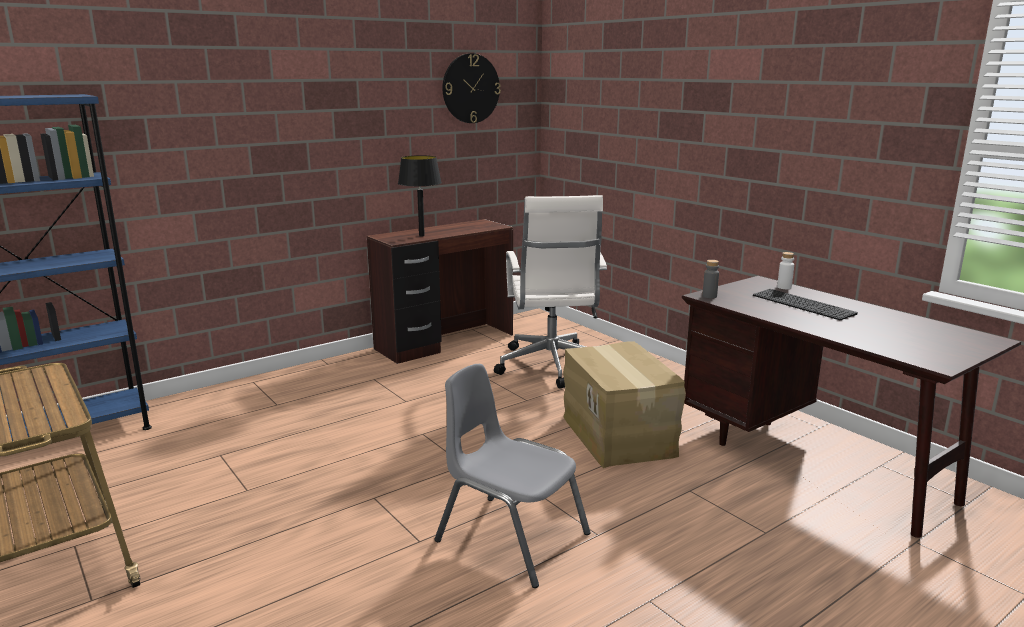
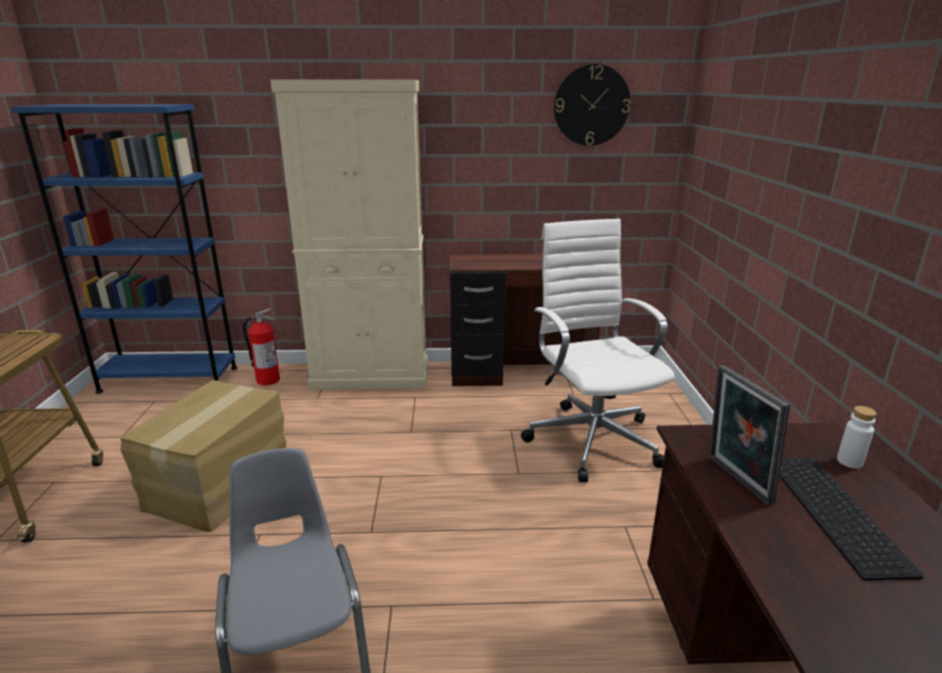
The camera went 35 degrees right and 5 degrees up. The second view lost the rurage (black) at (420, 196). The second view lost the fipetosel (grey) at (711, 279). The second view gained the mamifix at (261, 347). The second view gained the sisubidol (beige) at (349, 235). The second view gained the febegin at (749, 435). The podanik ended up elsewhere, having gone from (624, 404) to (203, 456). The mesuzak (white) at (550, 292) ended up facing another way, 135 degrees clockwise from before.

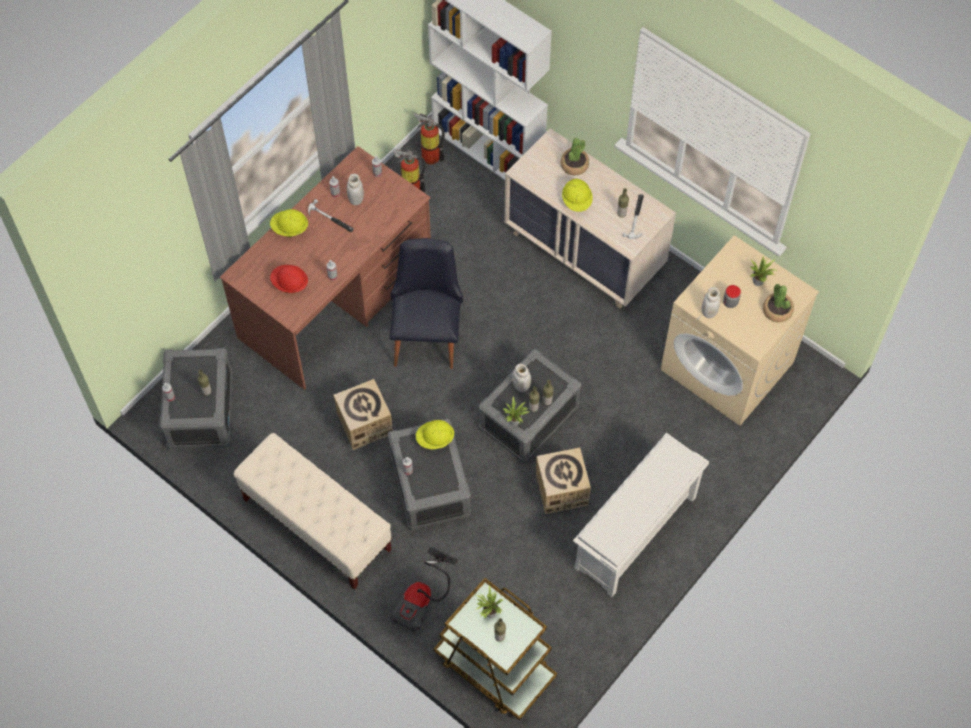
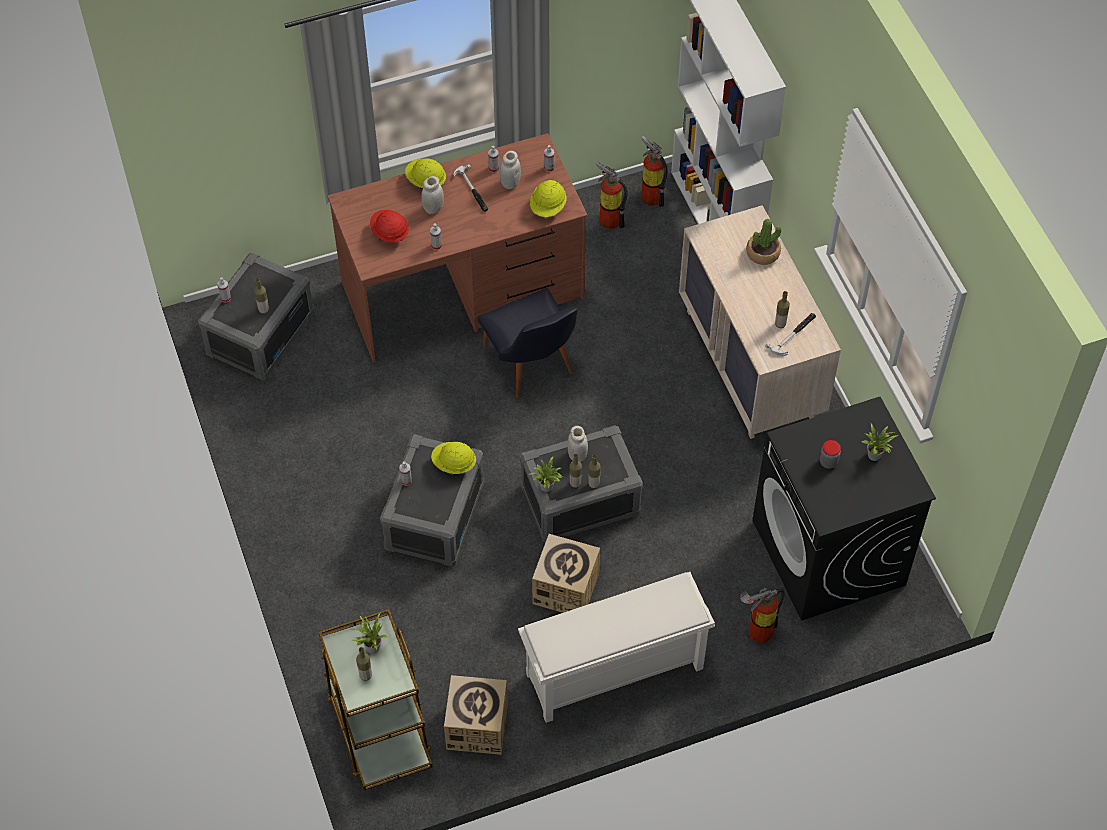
The camera went 30 degrees right and 5 degrees down. The second view lost the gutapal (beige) at (313, 511). The second view lost the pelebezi at (424, 589). The second view lost the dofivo at (778, 303). The second view gained the mamifix at (762, 615). The podanik ended up elsewhere, having gone from (363, 414) to (476, 715). The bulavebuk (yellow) ended up elsewhere, having gone from (577, 195) to (548, 198). The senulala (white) ended up elsewhere, having gone from (711, 302) to (432, 195). What was the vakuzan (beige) at (739, 330) turned into the vakuzan (black) at (844, 509). The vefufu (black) at (426, 303) ended up facing another way, 120 degrees clockwise from before.

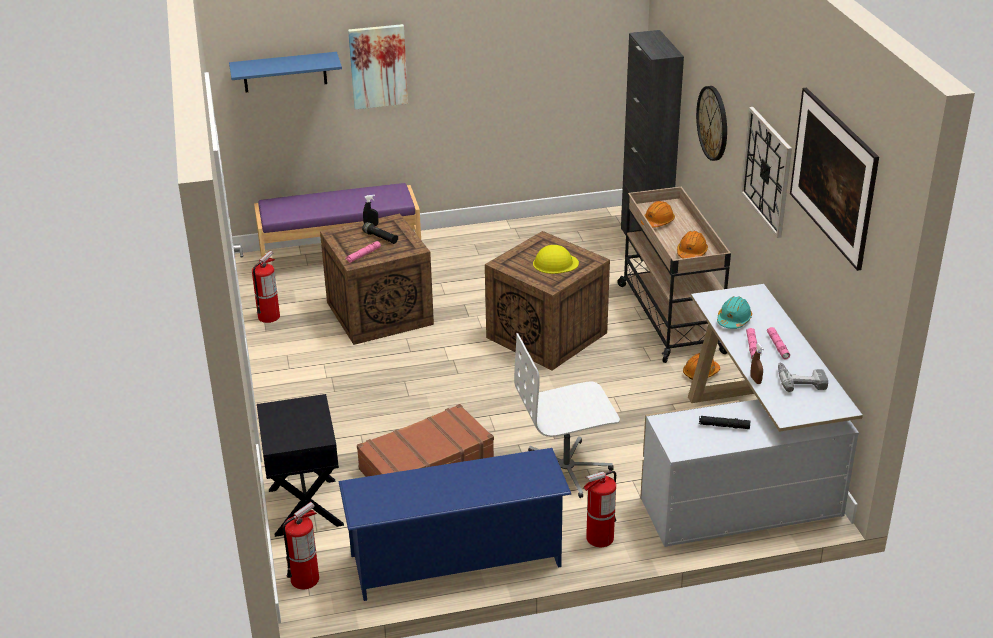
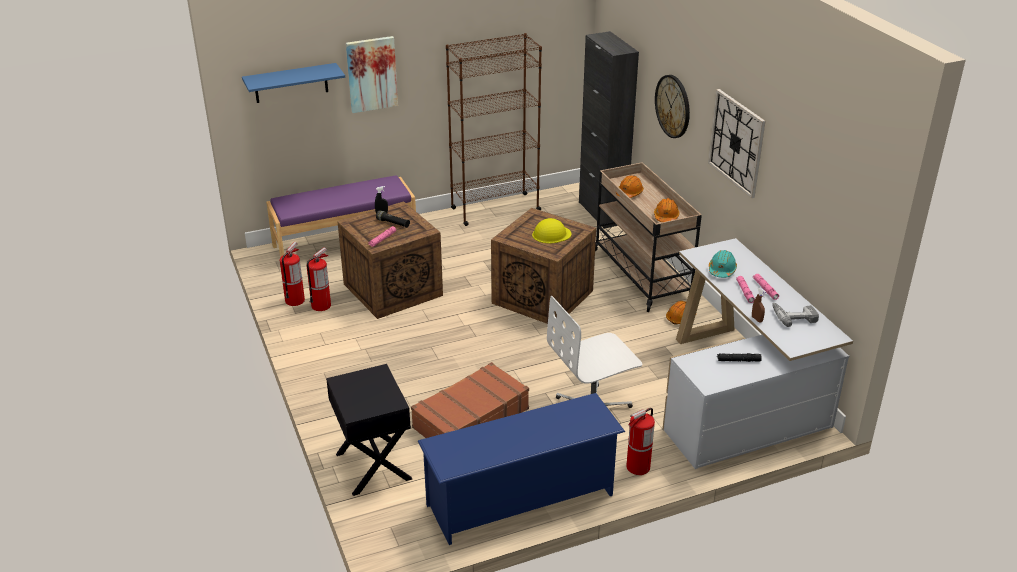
The camera went 10 degrees left and 0 degrees up. The second view lost the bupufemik at (834, 179). The second view gained the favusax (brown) at (494, 129). The mamifix ended up elsewhere, having gone from (301, 545) to (318, 279).

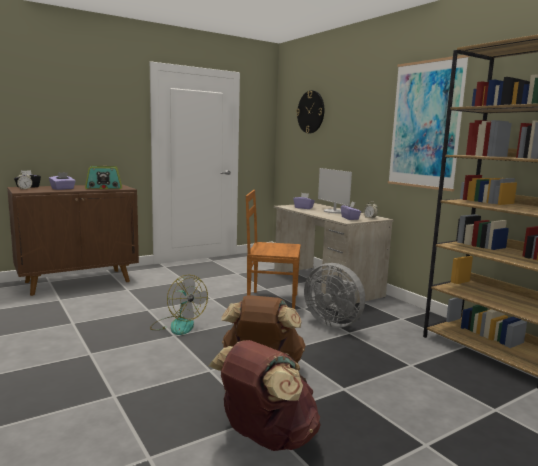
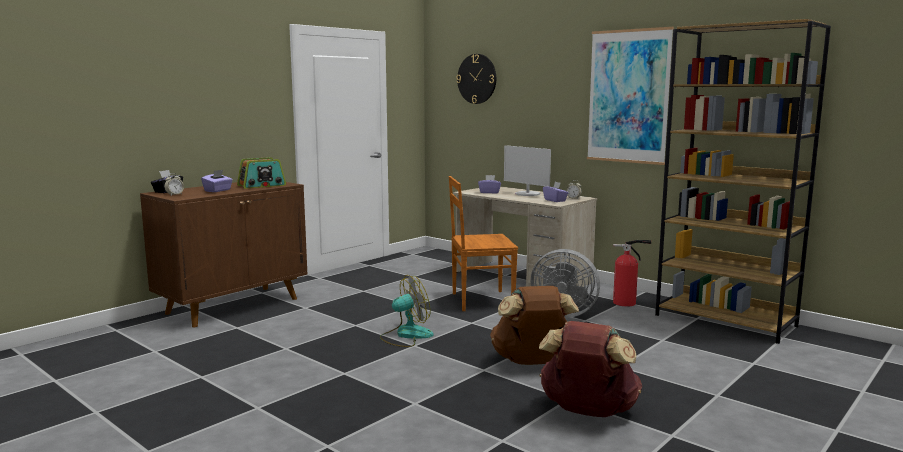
The camera went 15 degrees left and 0 degrees up. The second view gained the mamifix at (632, 273). The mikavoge at (179, 305) ended up facing another way, 60 degrees counterclockwise from before.

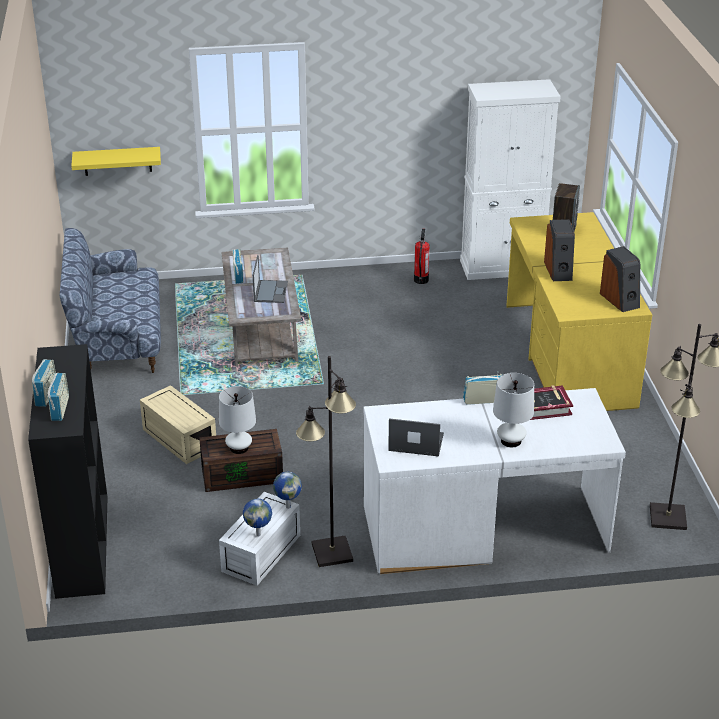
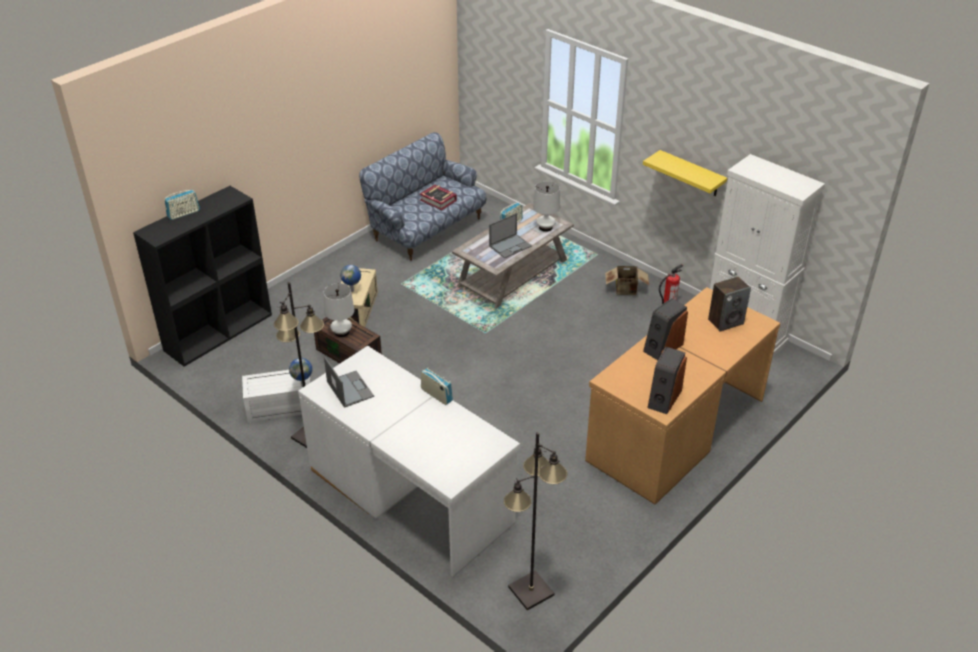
The camera went 50 degrees right and 5 degrees up. The second view lost the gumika at (58, 397). The second view gained the podanik at (627, 280). The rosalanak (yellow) ended up elsewhere, having gone from (116, 161) to (685, 173). The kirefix ended up elsewhere, having gone from (257, 517) to (350, 278). The rurage (white) ended up elsewhere, having gone from (513, 410) to (546, 206). The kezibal ended up elsewhere, having gone from (551, 402) to (438, 197). What was the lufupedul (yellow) at (579, 311) turned into the lufupedul (brown) at (682, 395).

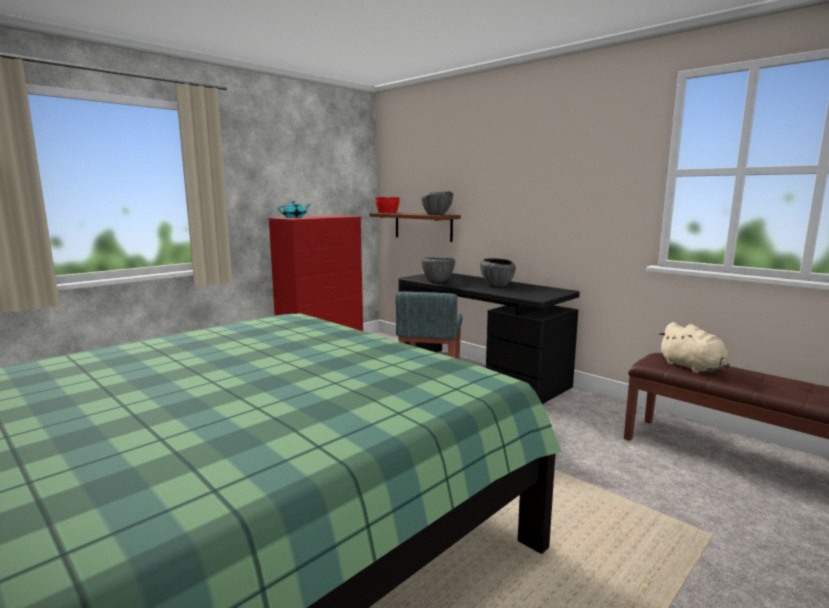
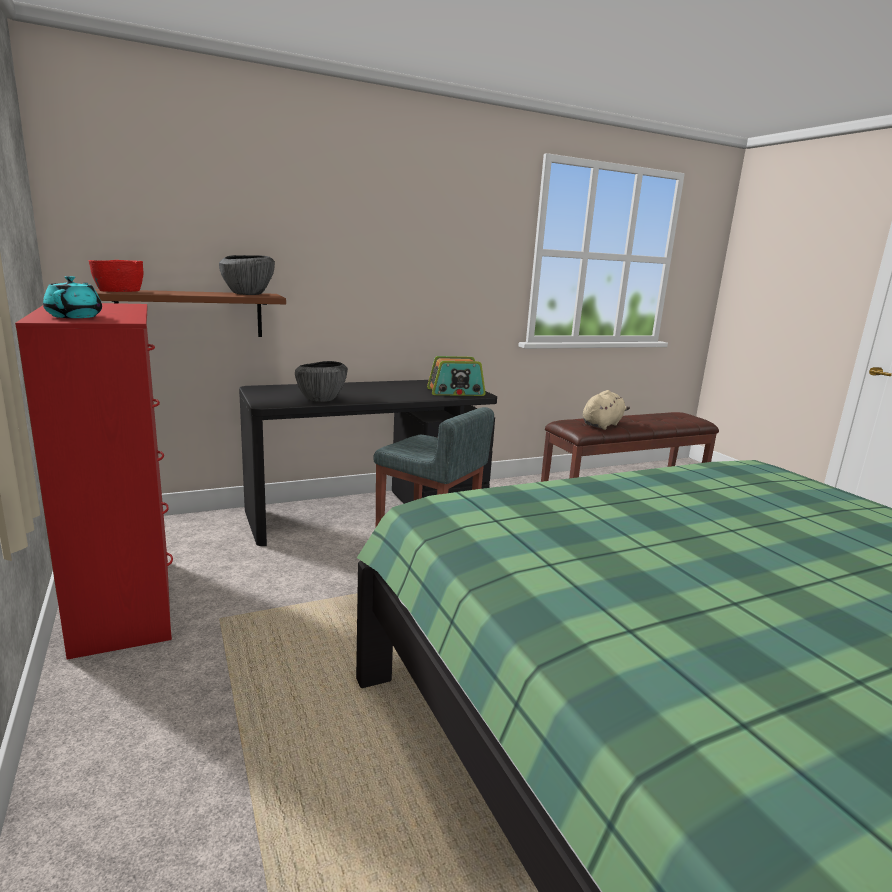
The camera went 70 degrees left and 5 degrees up. The second view lost the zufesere at (498, 272). The second view gained the gumika at (456, 376). The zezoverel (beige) at (694, 347) ended up facing another way, 45 degrees counterclockwise from before.

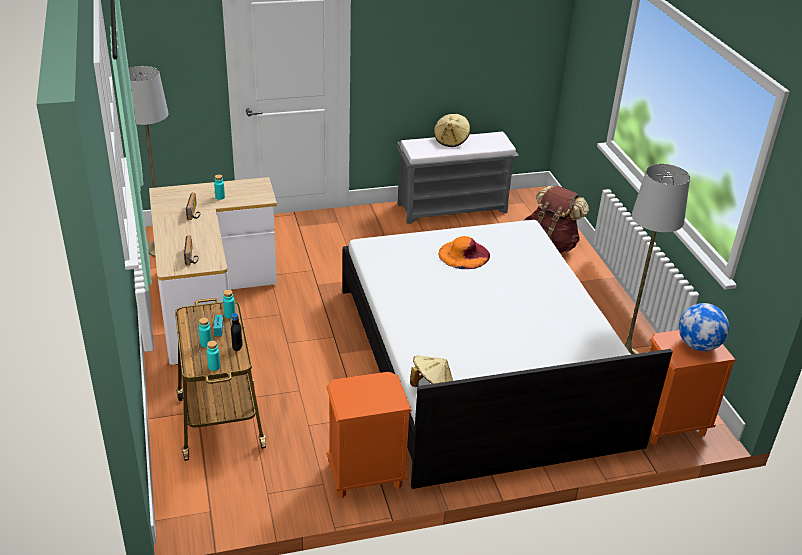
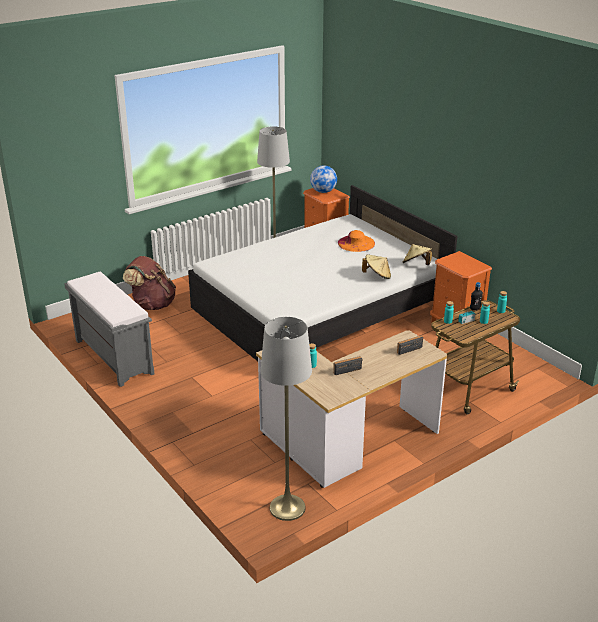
The camera went 110 degrees left and 5 degrees down. The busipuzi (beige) ended up elsewhere, having gone from (452, 130) to (376, 266). The busipuzi (orange) ended up elsewhere, having gone from (464, 252) to (356, 241).

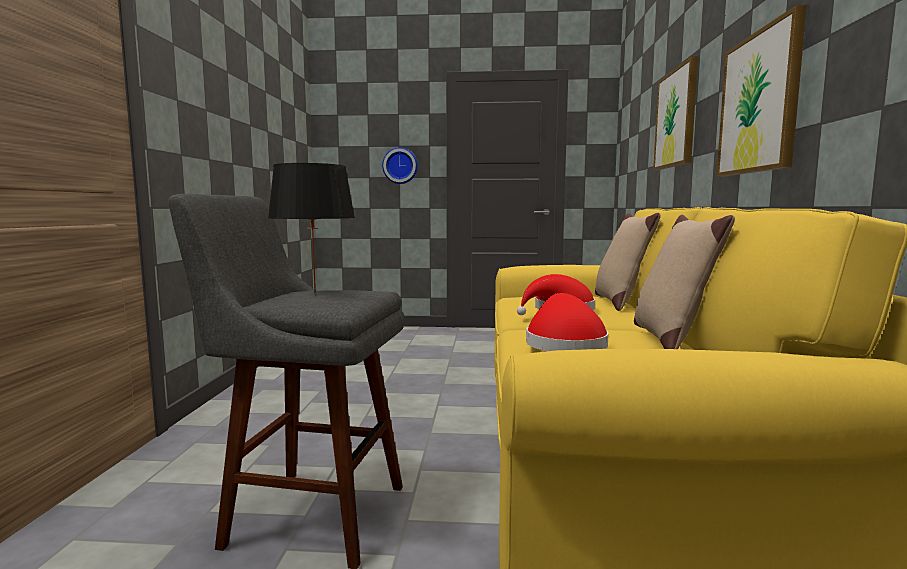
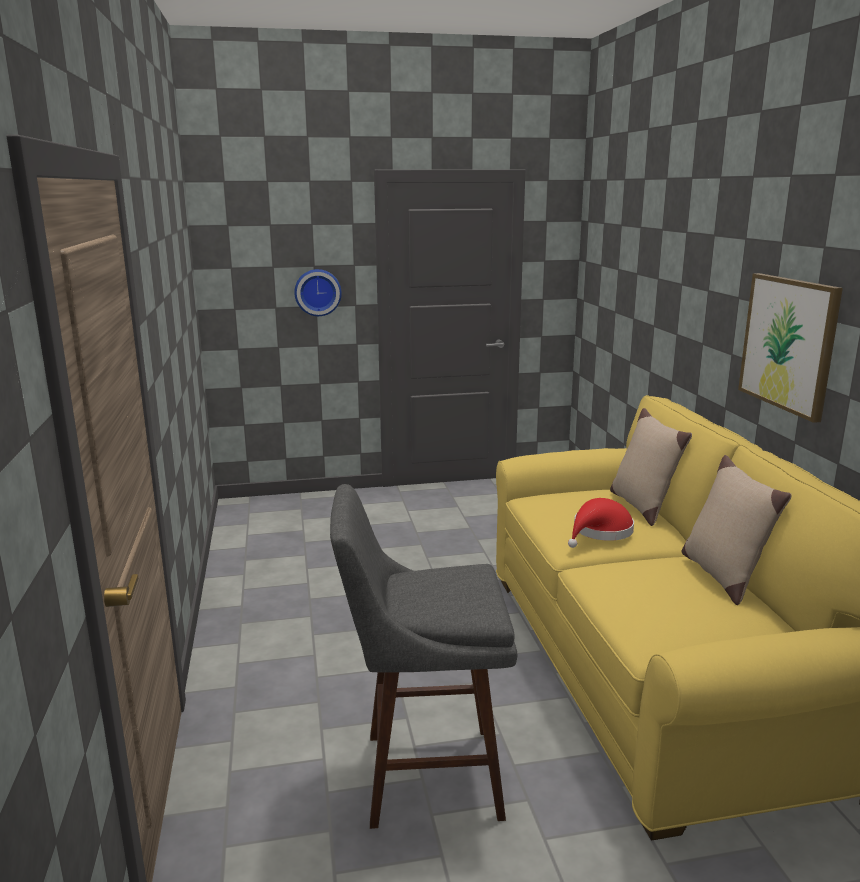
The camera went 15 degrees left and 10 degrees up. The second view lost the rurage (black) at (311, 228). The second view lost the busipuzi (red) at (567, 322). The second view lost the bupufemik at (675, 113).

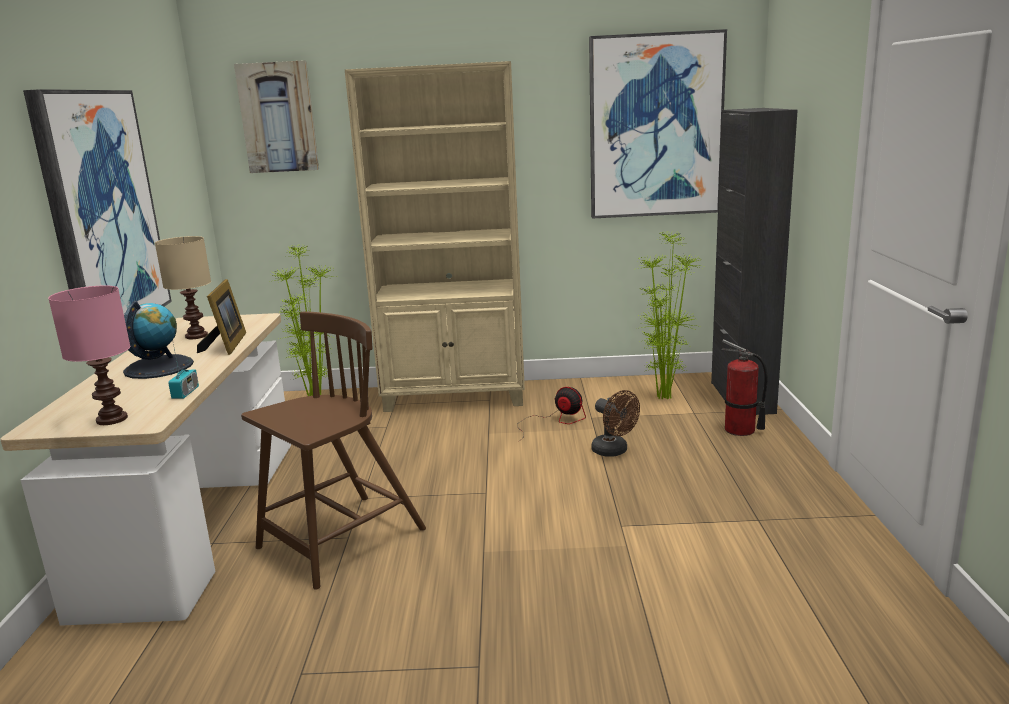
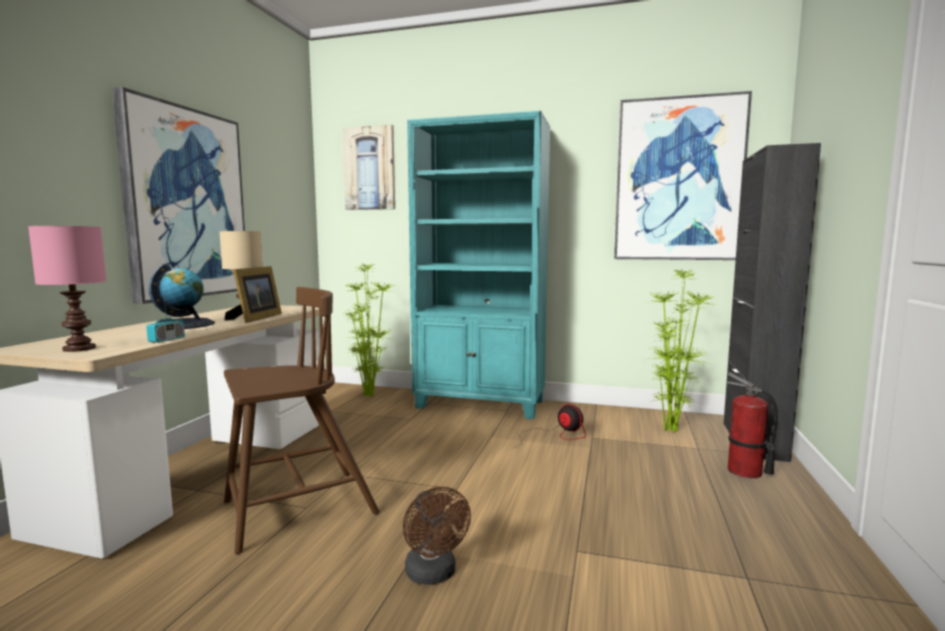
The camera went 15 degrees right and 10 degrees down. The mikavoge (brown) ended up elsewhere, having gone from (615, 423) to (437, 536). What was the favusax (beige) at (435, 236) turned into the favusax (turquoise) at (478, 265).

